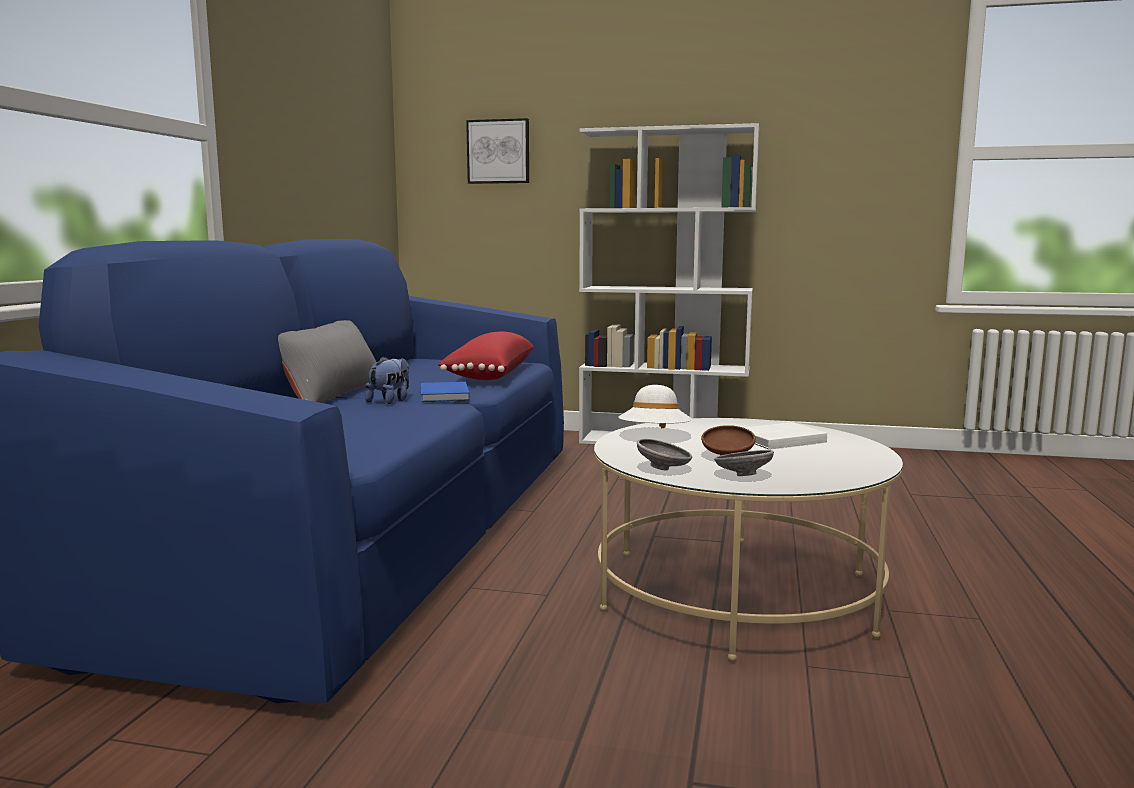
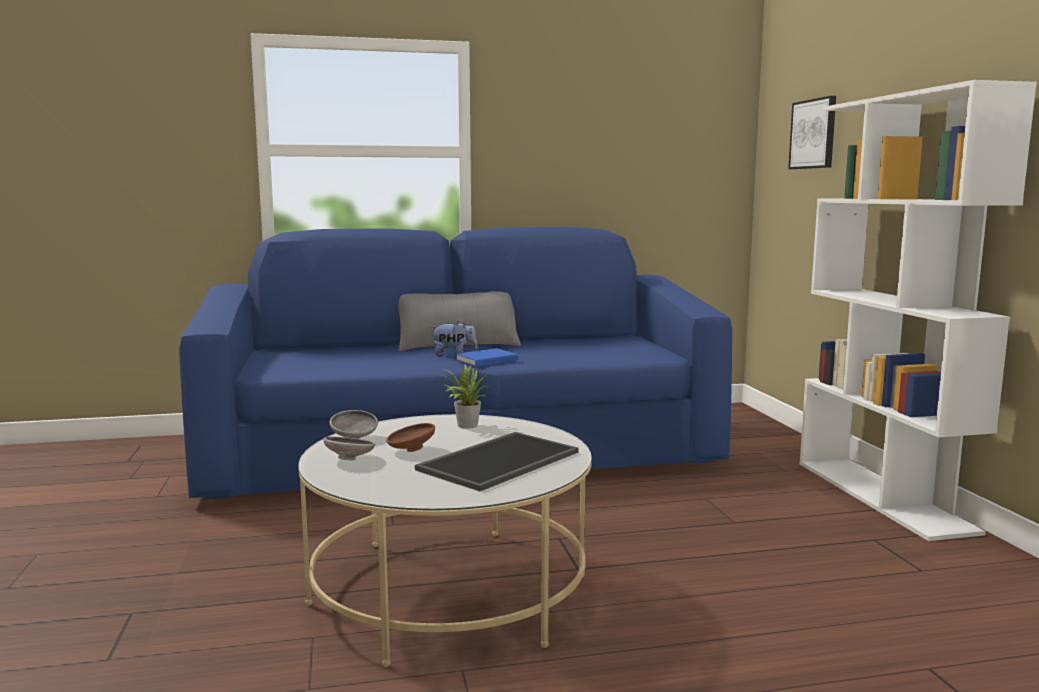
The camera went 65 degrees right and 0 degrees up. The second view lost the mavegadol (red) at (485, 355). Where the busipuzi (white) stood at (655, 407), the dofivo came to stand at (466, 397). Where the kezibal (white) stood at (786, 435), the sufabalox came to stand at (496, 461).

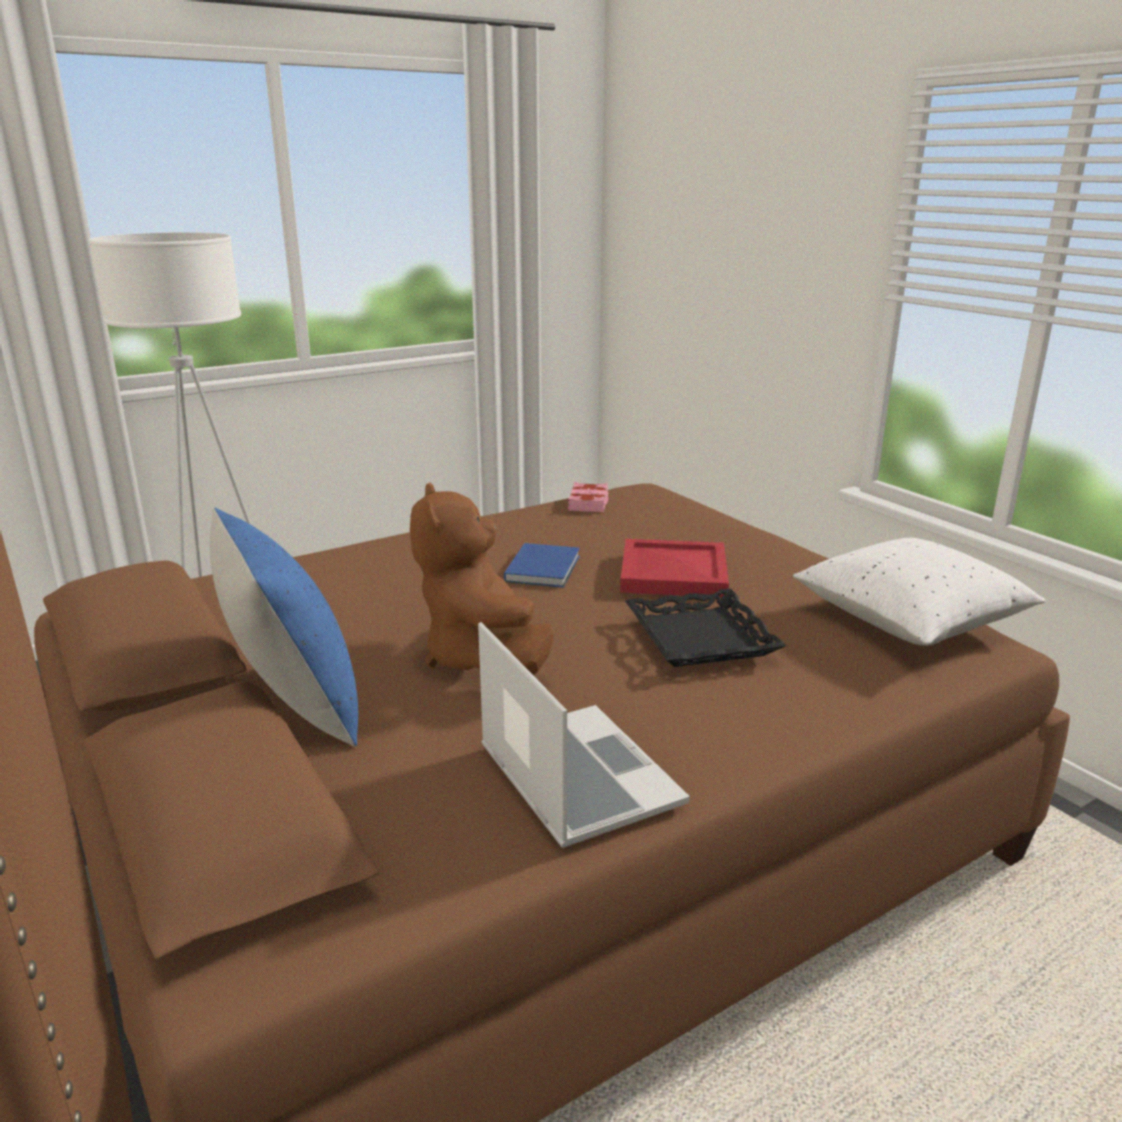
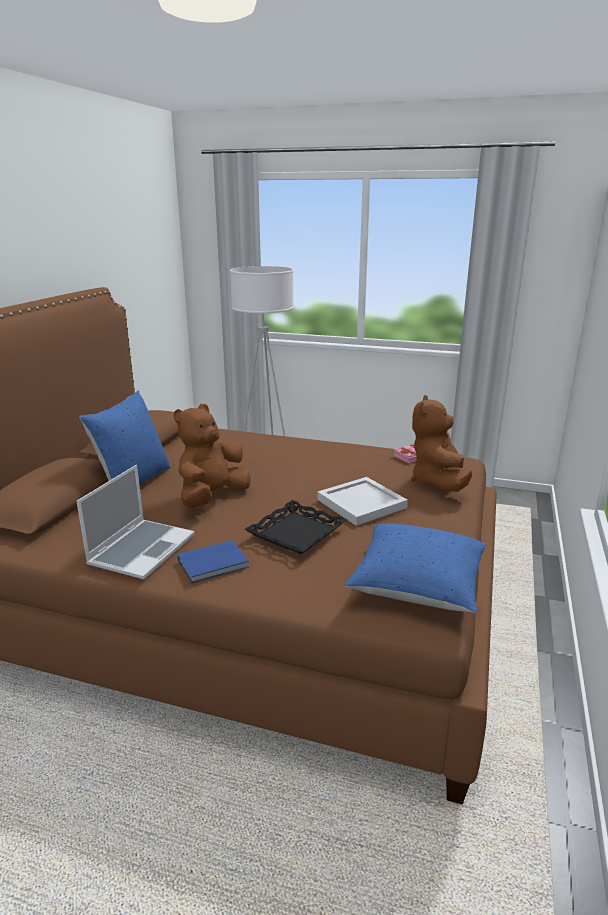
The camera went 50 degrees right and 0 degrees up. The second view gained the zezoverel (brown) at (441, 443). The kezibal (blue) ended up elsewhere, having gone from (542, 565) to (213, 561). What was the sufabalox (red) at (674, 568) turned into the sufabalox (white) at (362, 501). What was the mavegadol (white) at (919, 592) turned into the mavegadol (blue) at (416, 568).

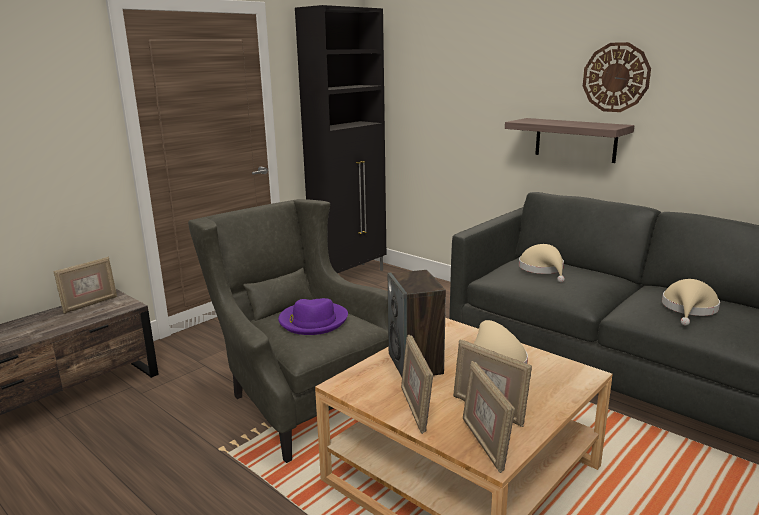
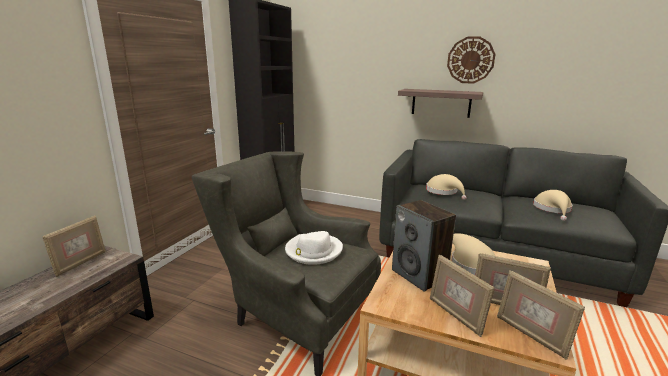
The camera went 20 degrees left and 0 degrees up. What was the busipuzi (purple) at (313, 316) turned into the busipuzi (white) at (314, 248).

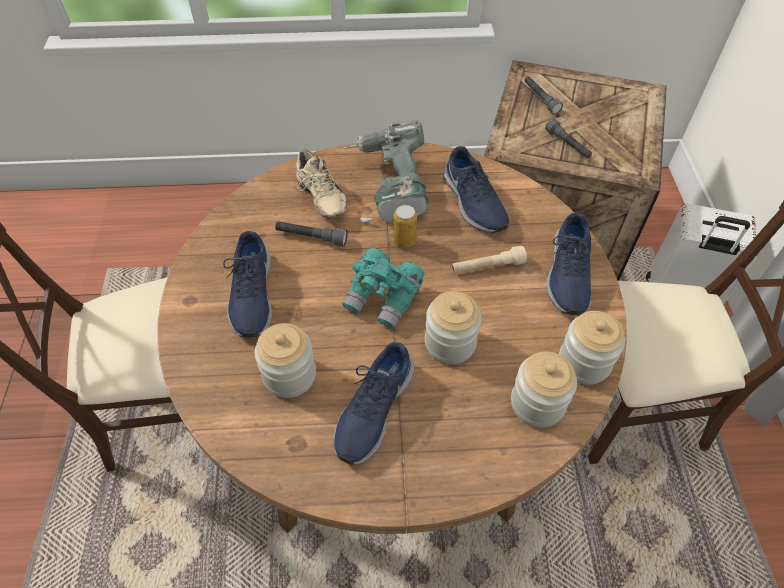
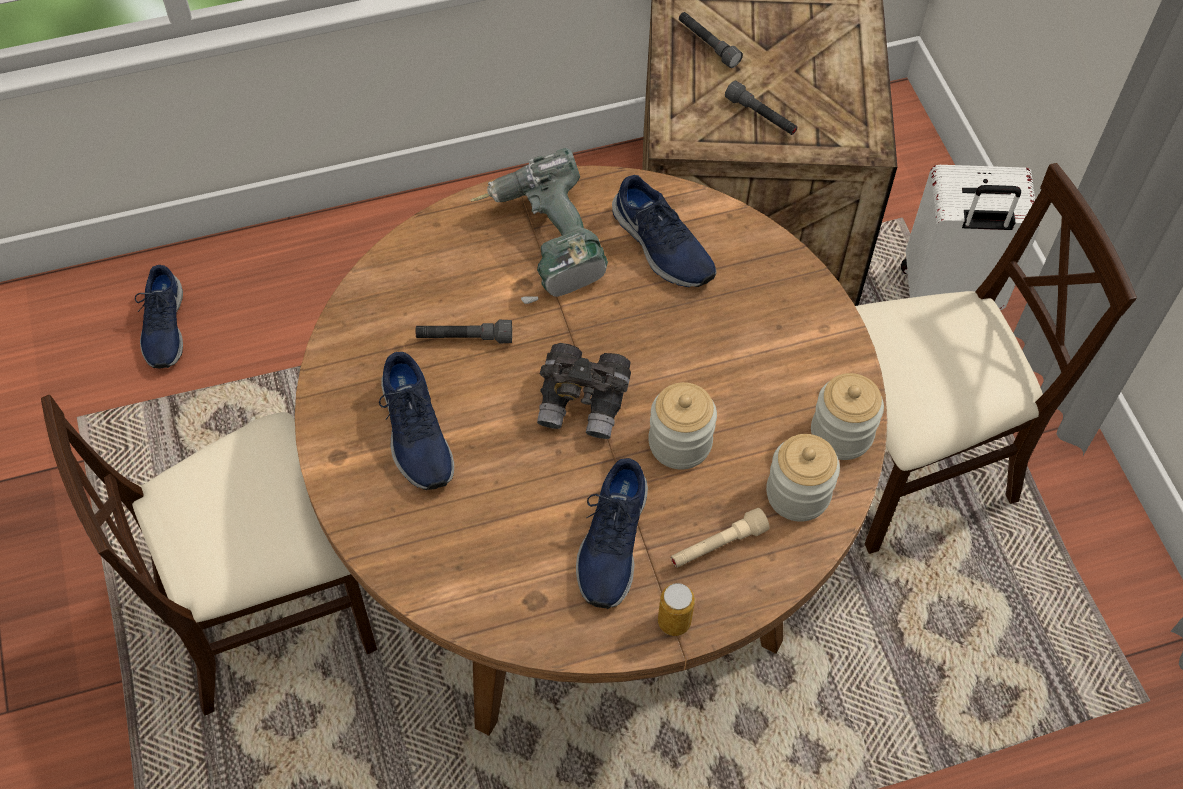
The camera went 15 degrees left and 5 degrees up. The second view lost the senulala at (285, 360). The second view lost the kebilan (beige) at (321, 184). The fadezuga ended up elsewhere, having gone from (405, 226) to (676, 609). The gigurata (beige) ended up elsewhere, having gone from (489, 259) to (720, 538). The kebilan (blue) ended up elsewhere, having gone from (568, 264) to (159, 317). What was the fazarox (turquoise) at (383, 288) turned into the fazarox (grey) at (584, 391).

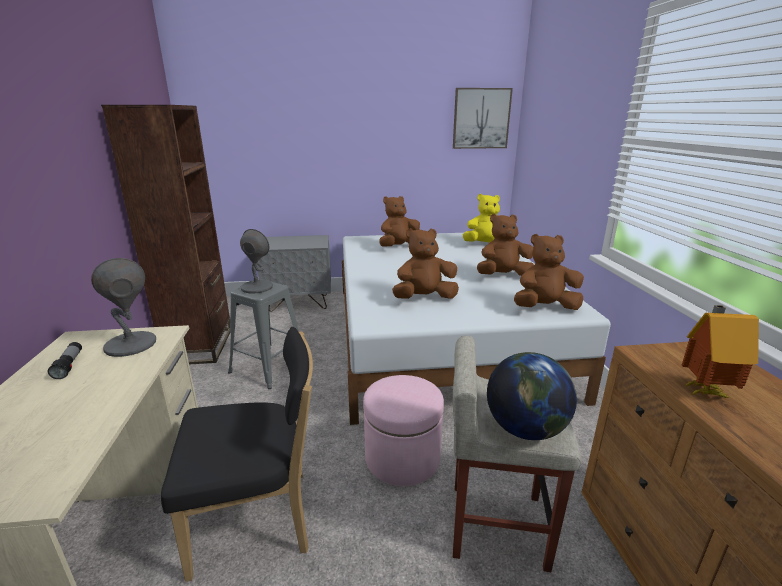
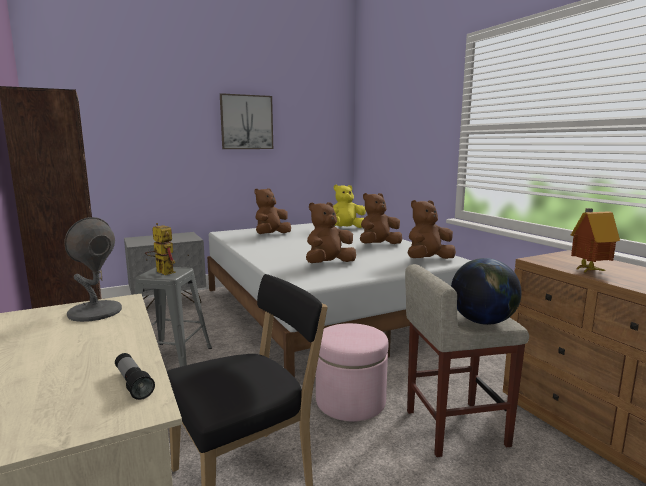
The camera went 20 degrees left and 10 degrees down. The gigurata ended up elsewhere, having gone from (65, 360) to (135, 376). The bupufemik ended up elsewhere, having gone from (483, 118) to (246, 121). Where the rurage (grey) stood at (256, 261), the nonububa came to stand at (160, 249).

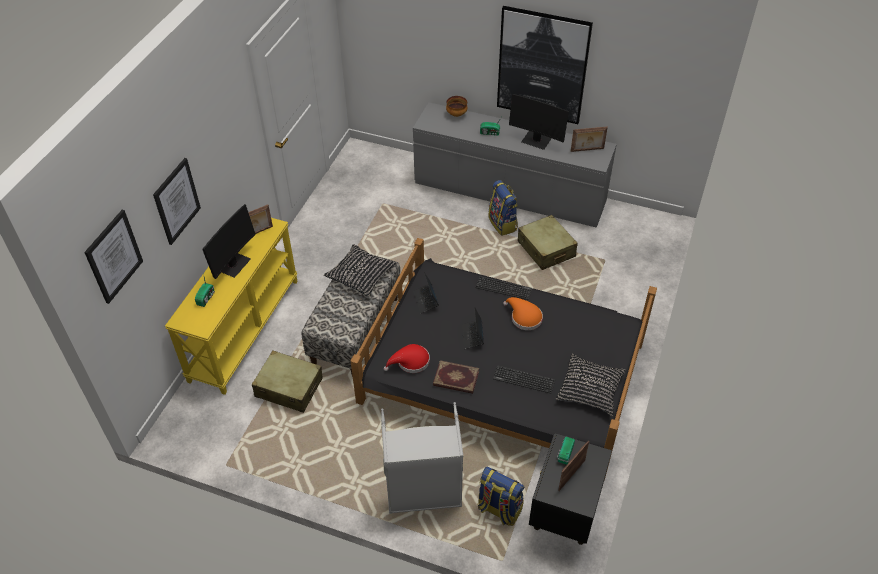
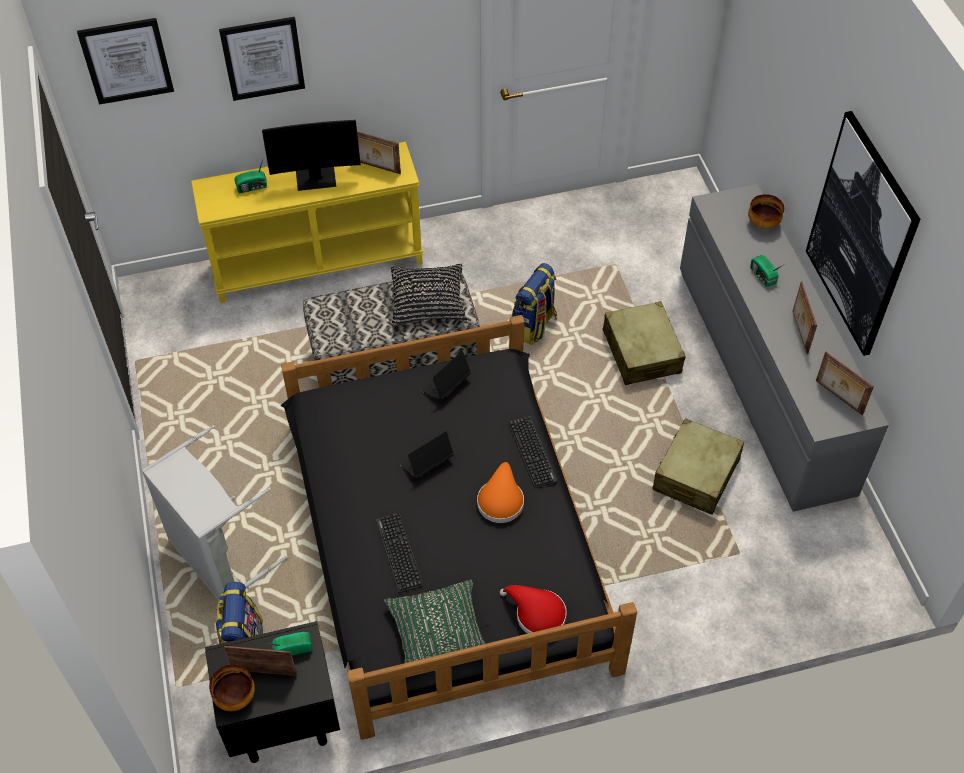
The camera went 55 degrees right and 5 degrees up. The second view lost the kezibal at (456, 377). The second view gained the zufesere at (232, 687). The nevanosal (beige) ended up elsewhere, having gone from (287, 382) to (644, 343). The busipuzi (red) ended up elsewhere, having gone from (407, 358) to (533, 609). The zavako ended up elsewhere, having gone from (503, 208) to (534, 304). Where the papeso stood at (539, 122), the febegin came to stand at (804, 317). What was the mavegadol (black) at (590, 385) turned into the mavegadol (green) at (435, 629).

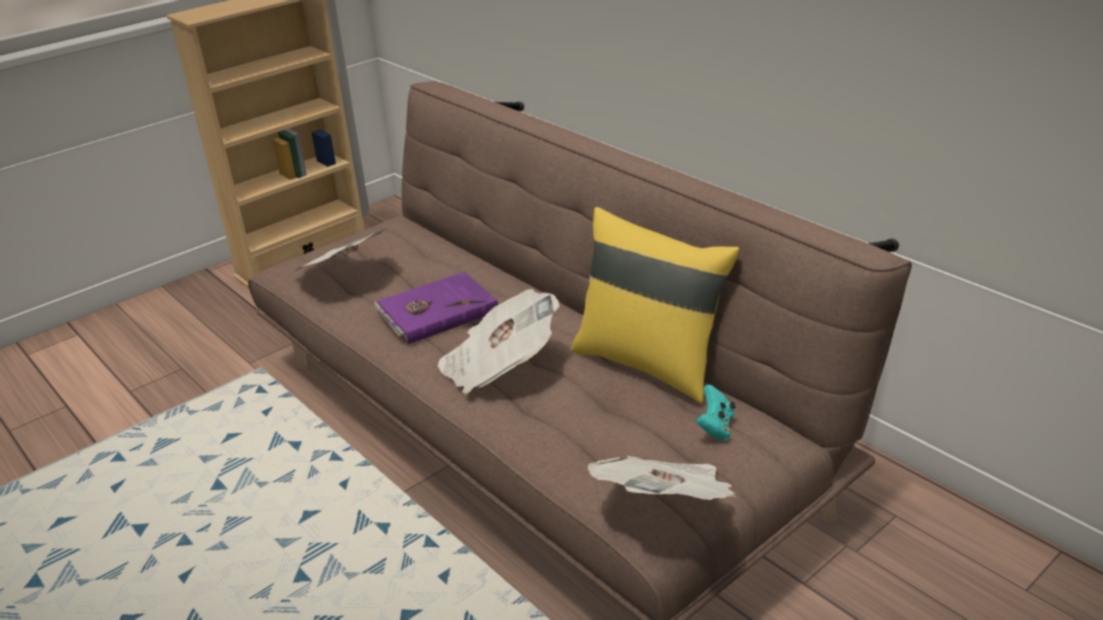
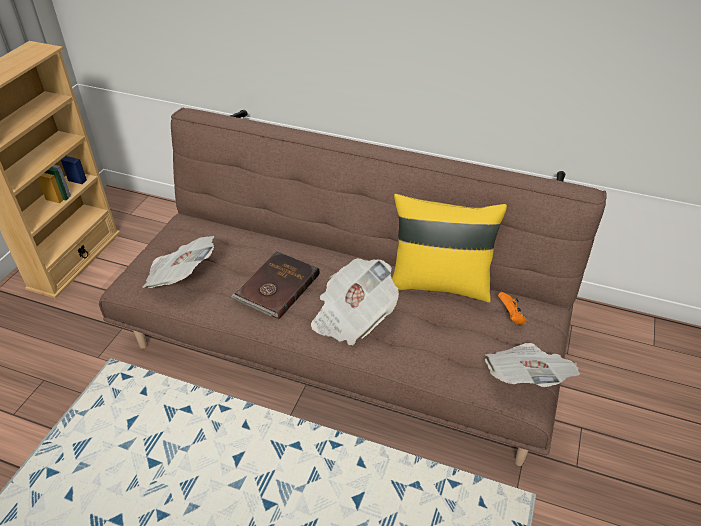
The camera went 30 degrees left and 10 degrees up. What was the kezibal (purple) at (436, 307) turned into the kezibal (brown) at (275, 285). What was the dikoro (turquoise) at (716, 412) turned into the dikoro (orange) at (512, 308).

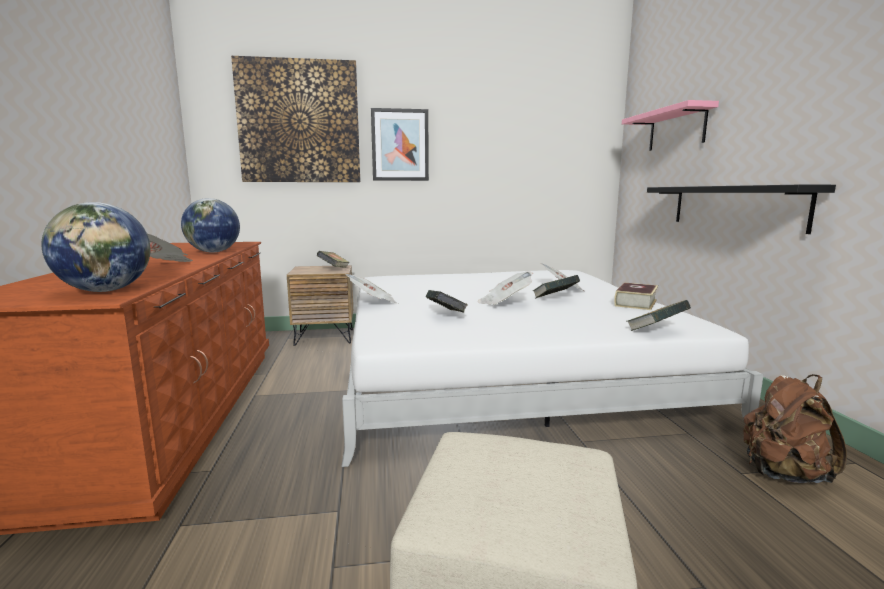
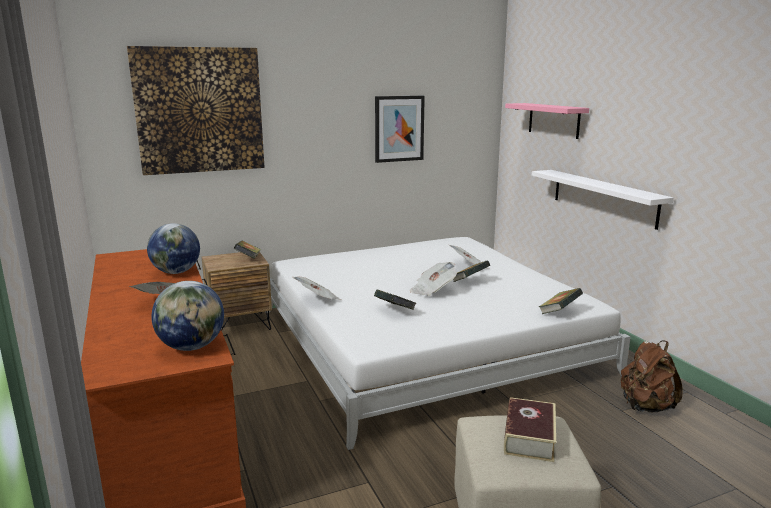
The camera went 15 degrees left and 5 degrees up. The bupufemik ended up elsewhere, having gone from (400, 144) to (400, 129). The kezibal ended up elsewhere, having gone from (636, 296) to (530, 429). What was the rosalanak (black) at (741, 209) turned into the rosalanak (white) at (603, 200).

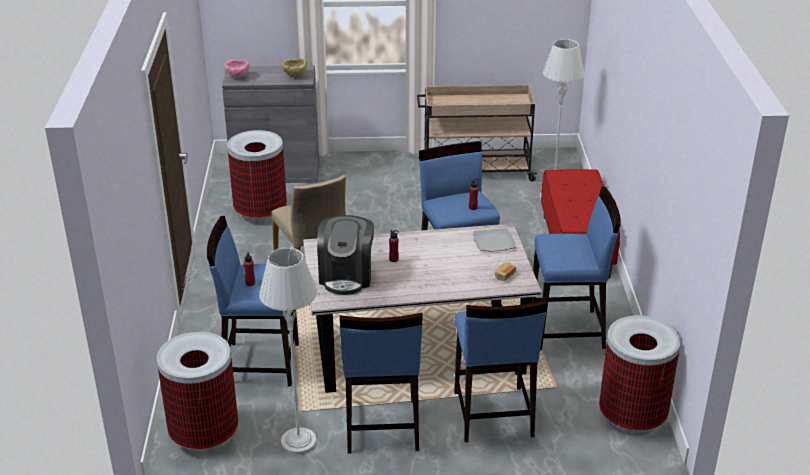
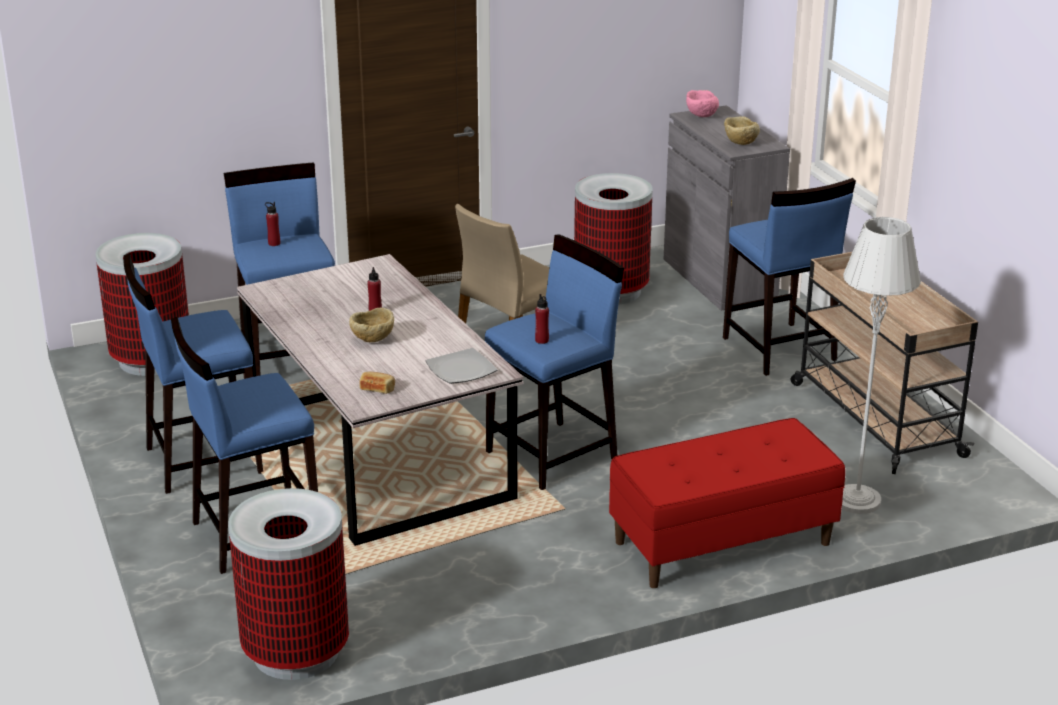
The camera went 70 degrees right and 5 degrees down. The second view lost the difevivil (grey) at (288, 351). The second view lost the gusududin at (345, 255). The second view gained the zufesere (beige) at (371, 325). The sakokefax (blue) ended up elsewhere, having gone from (576, 268) to (789, 277).

